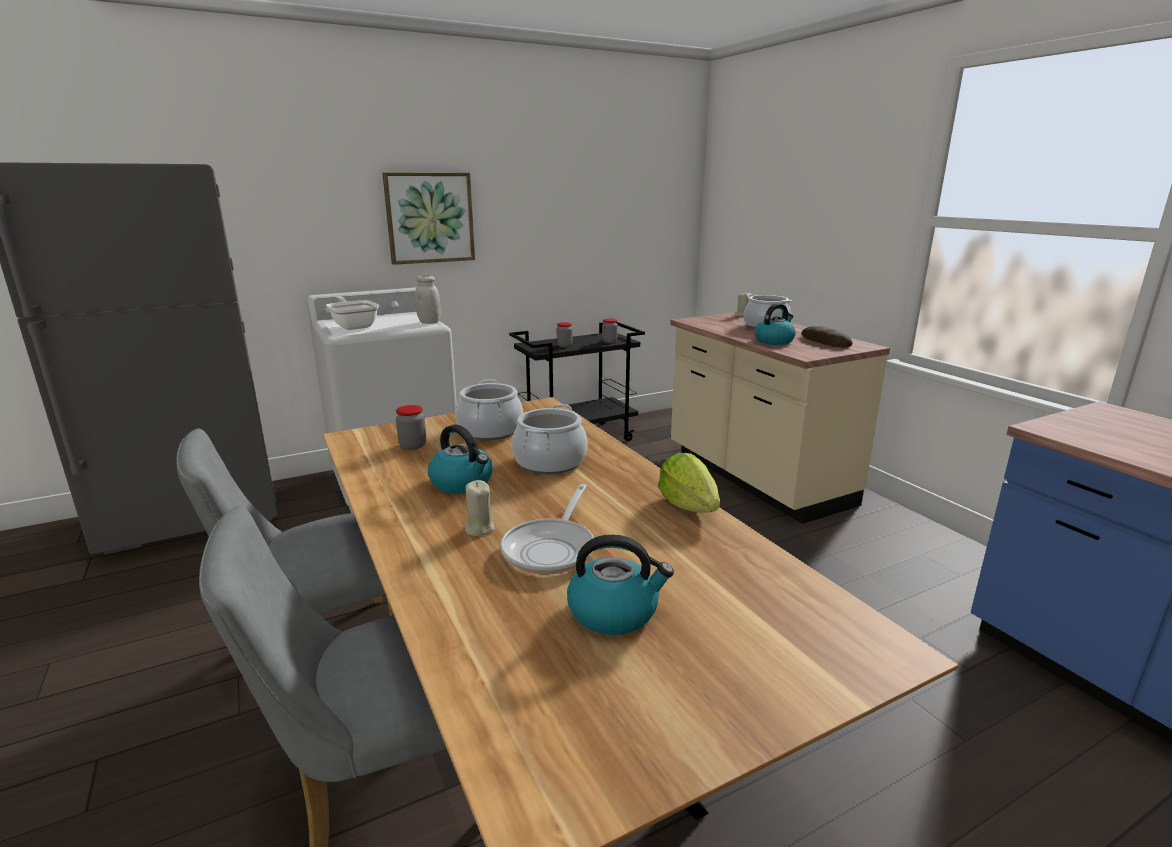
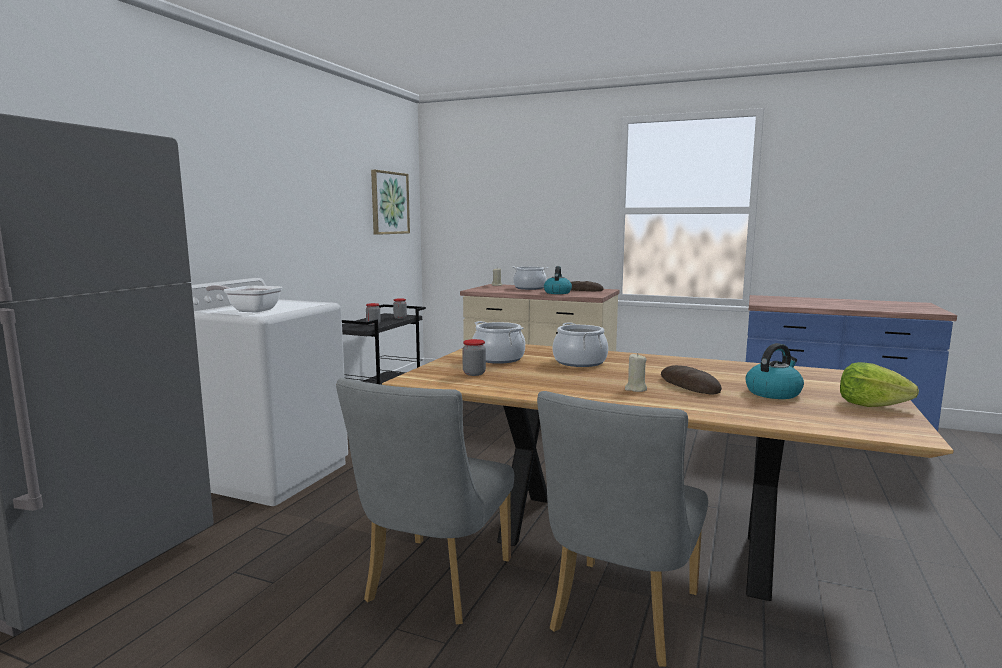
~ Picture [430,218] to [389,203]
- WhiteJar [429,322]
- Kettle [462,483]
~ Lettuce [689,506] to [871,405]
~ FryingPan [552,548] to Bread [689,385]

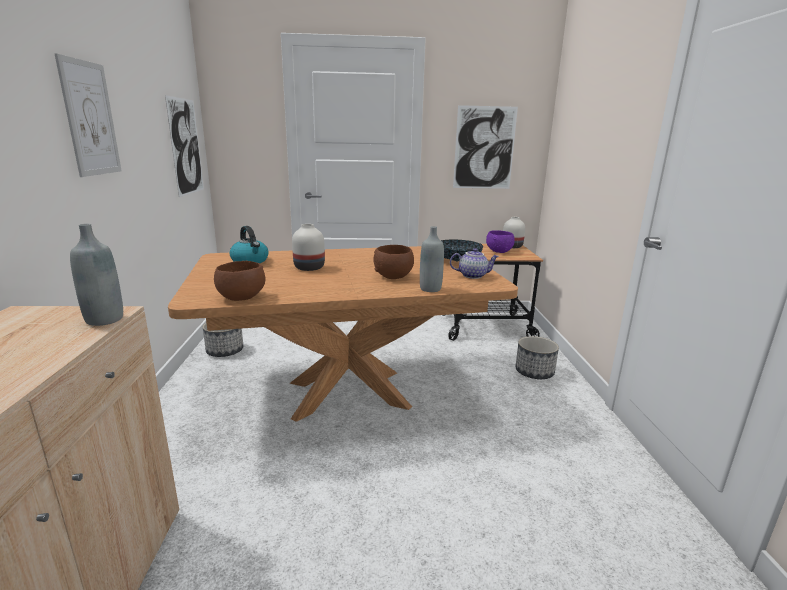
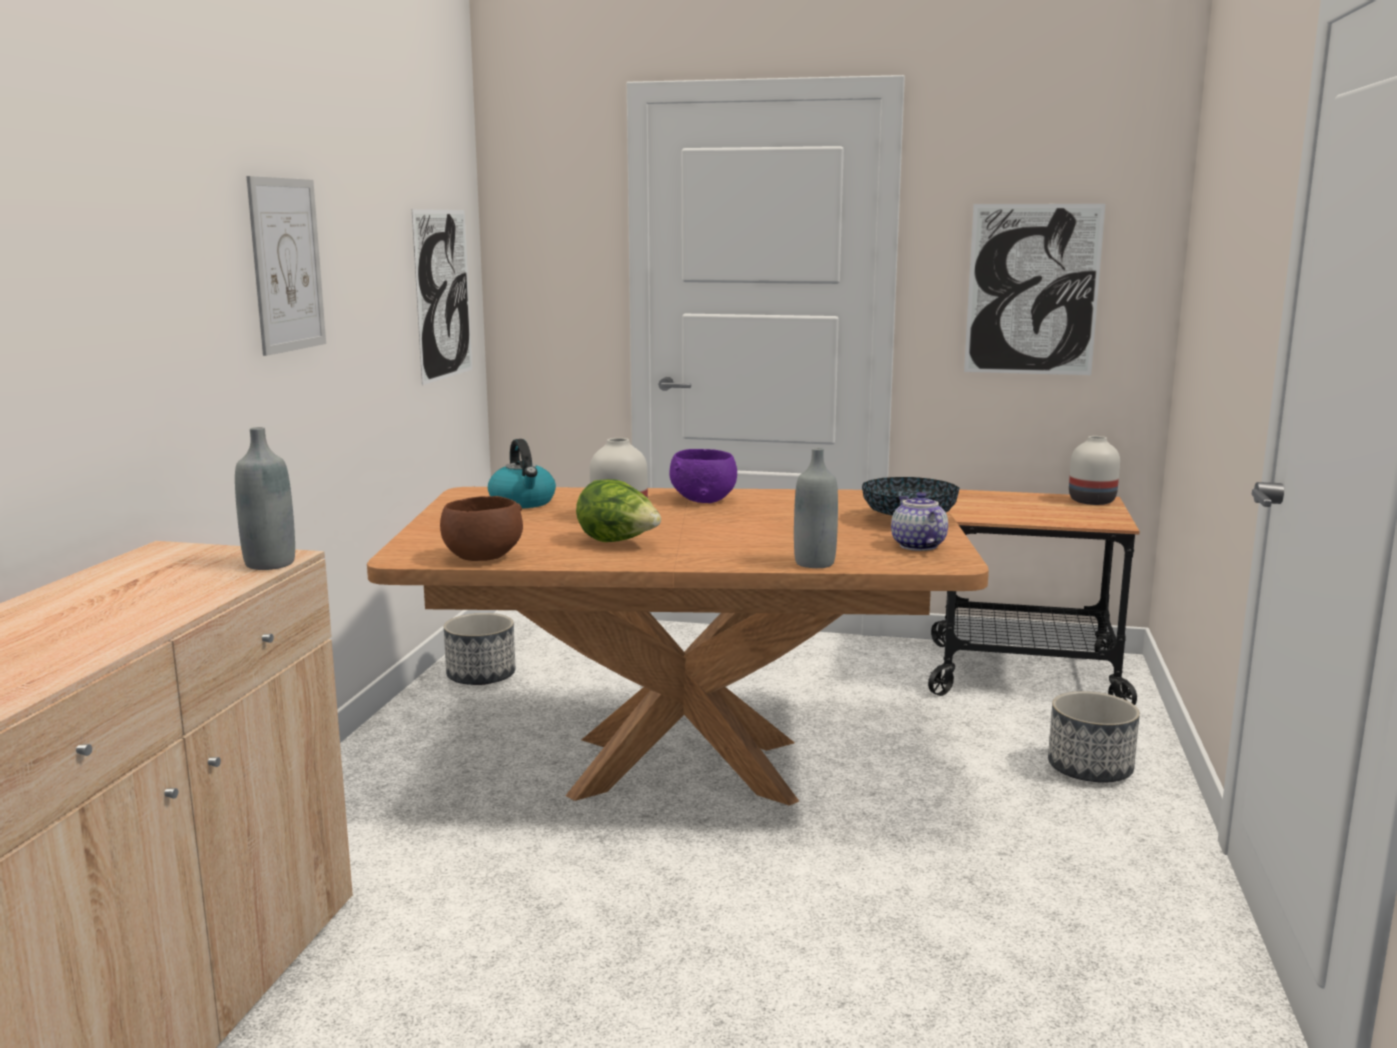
~ PurpleBowl [499,251] to [704,500]
- BrownBowl [394,276]
~ Teapot [473,275] = [916,546] 120 degrees counterclockwise
+ Lettuce [618,542]

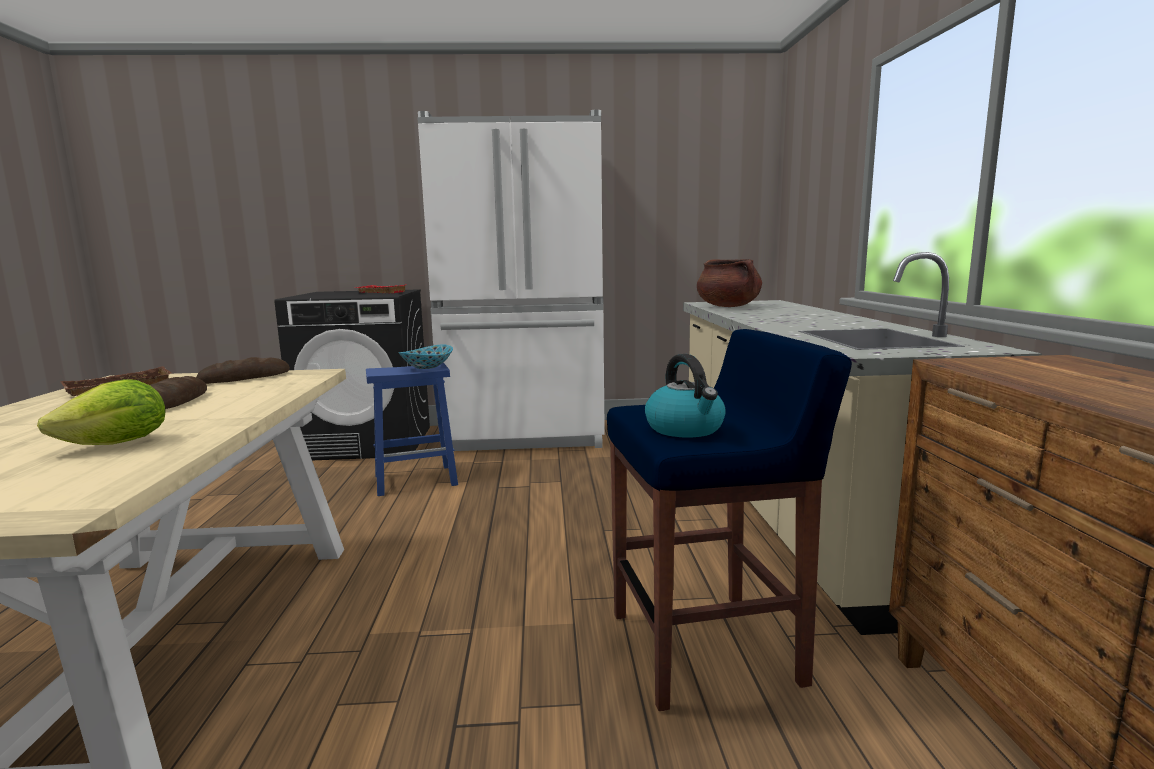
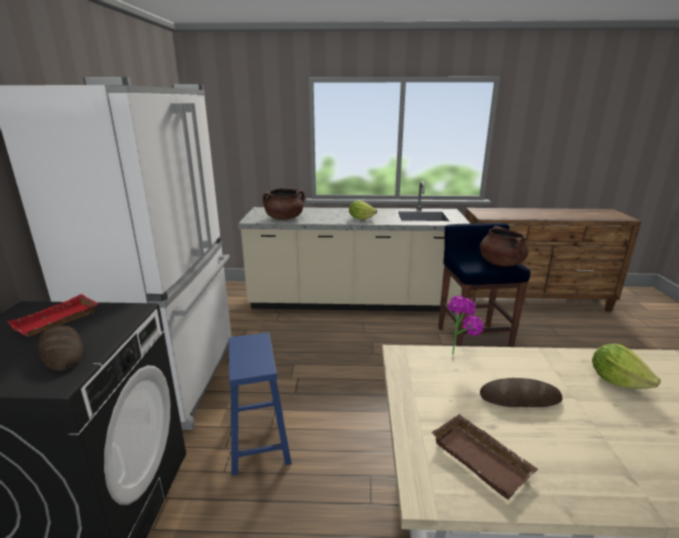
- Bowl [427,367]
~ Kettle [685,429] to BrownCookingPot [500,263]
~ Bread [245,377] to [62,351]
+ Lettuce [361,218]
+ PottedPlant [460,353]

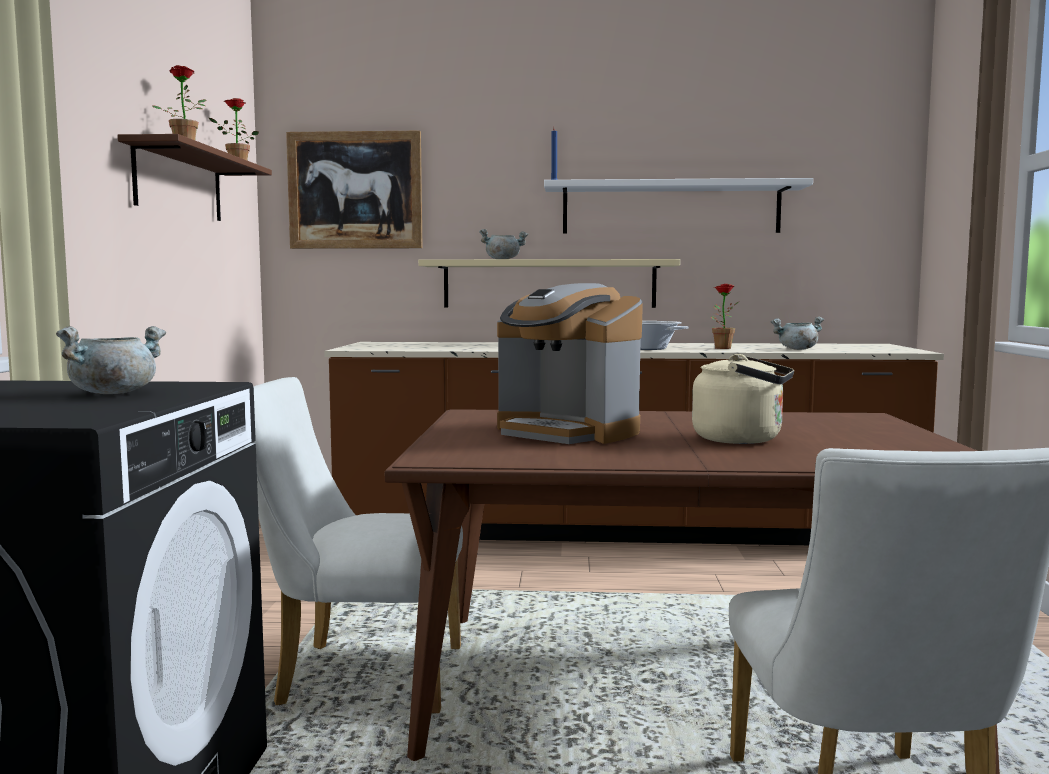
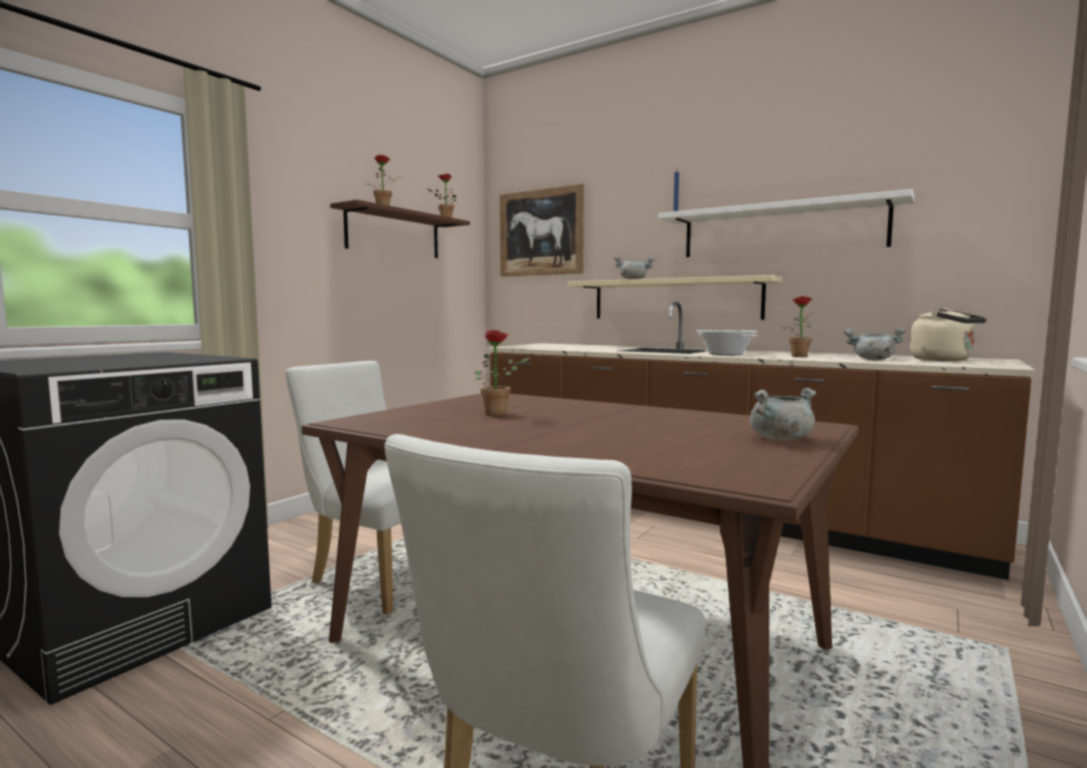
~ CoffeeMachine [567,432] to PottedPlant [500,413]
~ GreyCookingPot [114,393] to [780,438]
~ BeigeKettle [743,439] to [945,360]

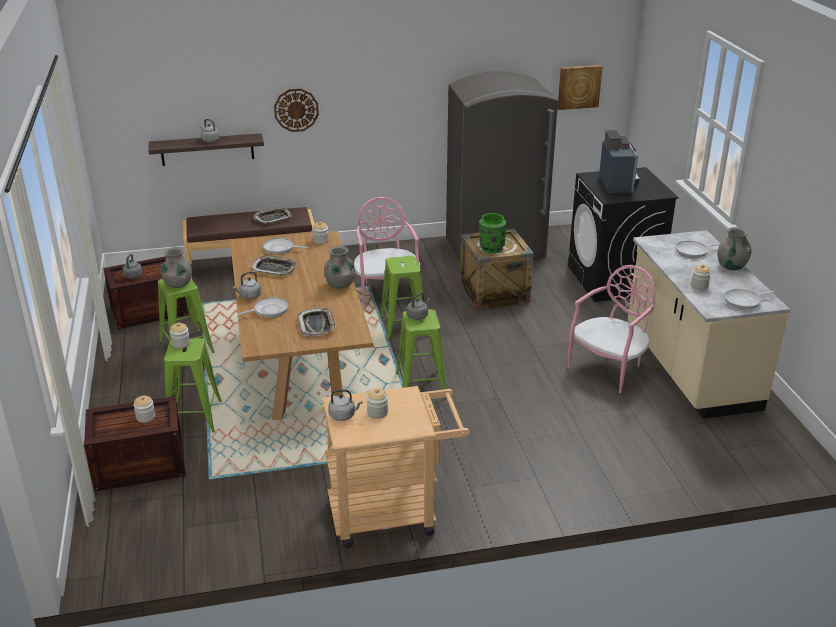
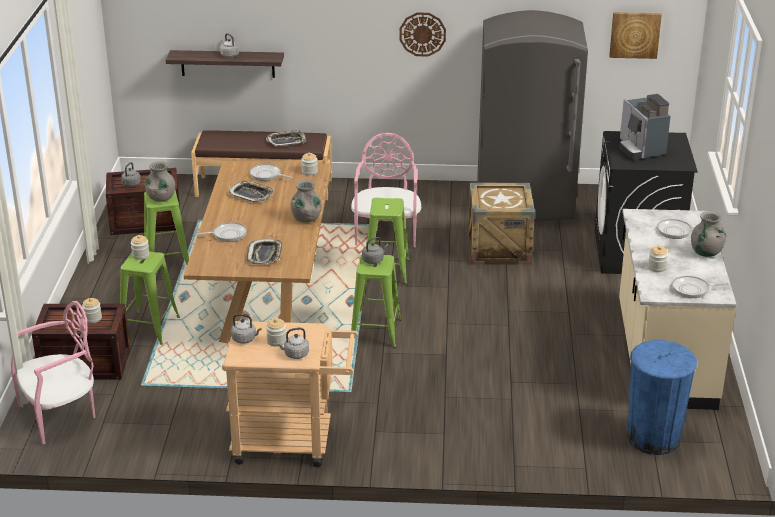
~ WallClock [296,110] to [422,34]
~ CoffeeMachine [618,184] = [640,149] 150 degrees clockwise
- GreenVase [491,248]
~ PinkChair [609,369] to [60,415]
~ GreyKettle [249,296] to [295,354]
+ BlueTrashCan [653,438]

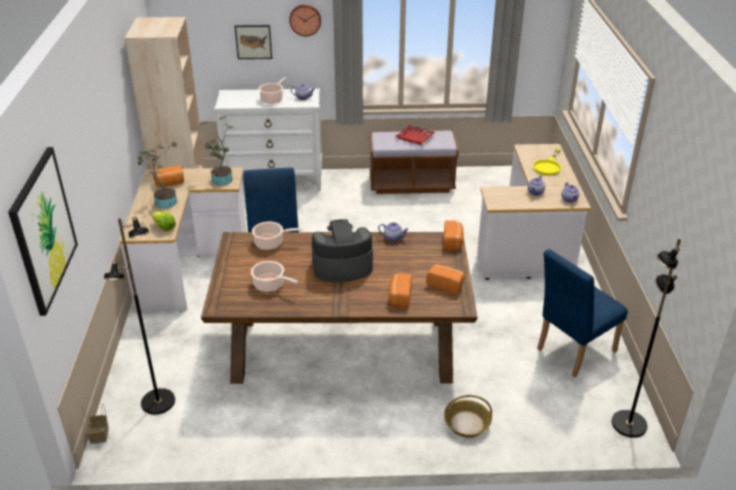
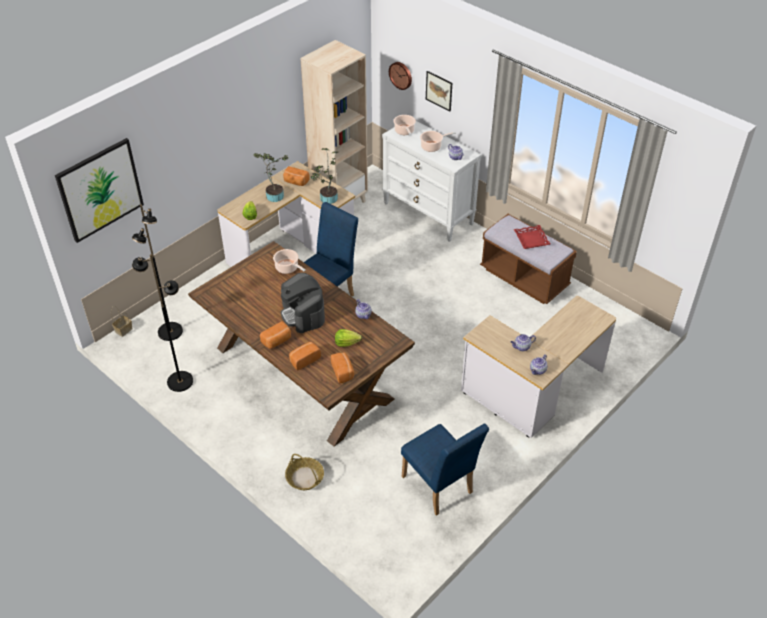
~ WallClock [305,19] to [401,75]
- YellowFryingPan [548,166]
~ CoffeeMachine [342,267] = [303,314] 150 degrees counterclockwise
~ Bread [453,242] to [277,341]
~ BlackFloorLamp [628,424] to [180,381]
~ BlueChair [571,352] = [440,488] 135 degrees counterclockwise
~ CookingPot [270,285] to [404,131]
+ Lettuce [346,343]

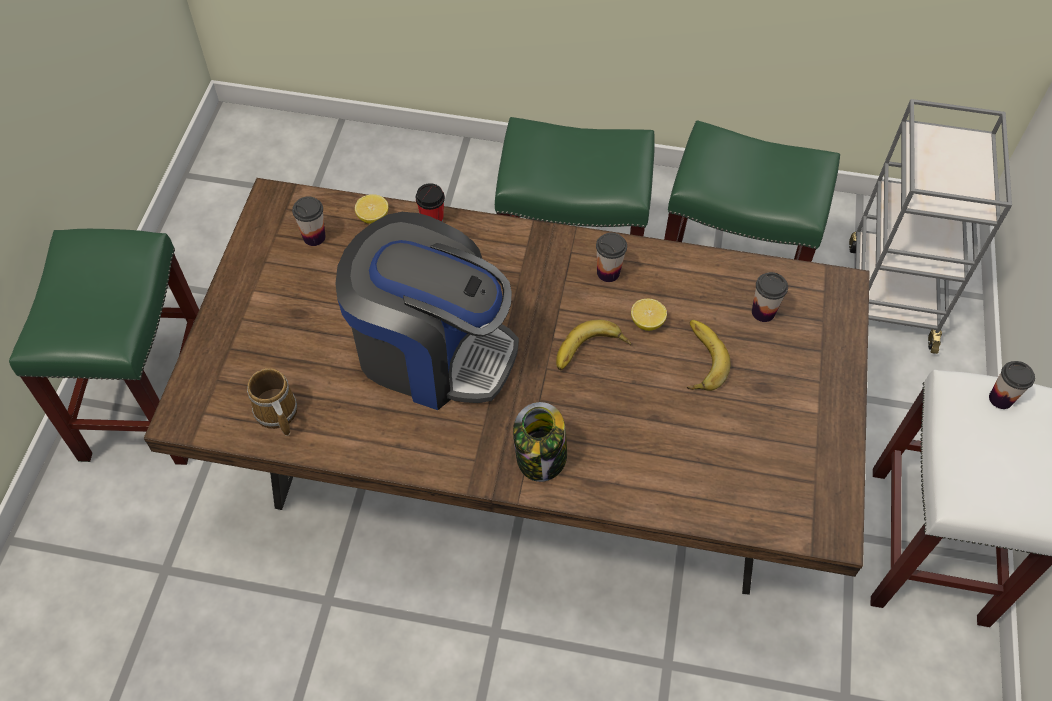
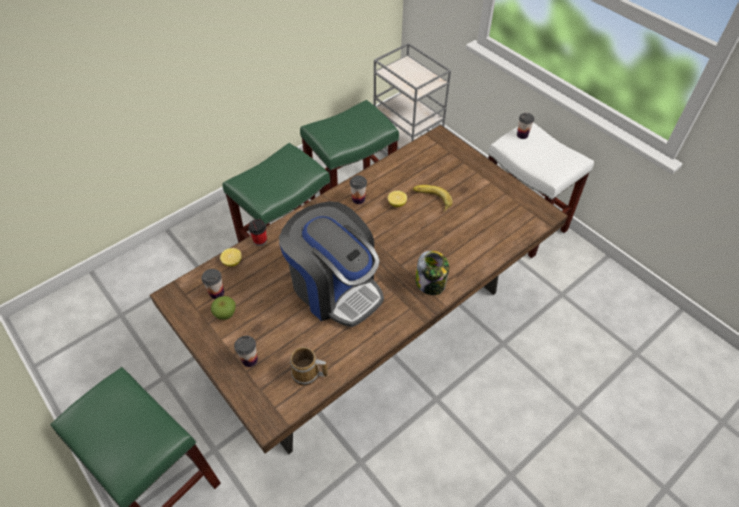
~ CoffeeMachine [432,351] = [335,287] 75 degrees clockwise
~ Cup [763,312] to [249,360]
- Banana [591,353]
+ Apple [225,314]

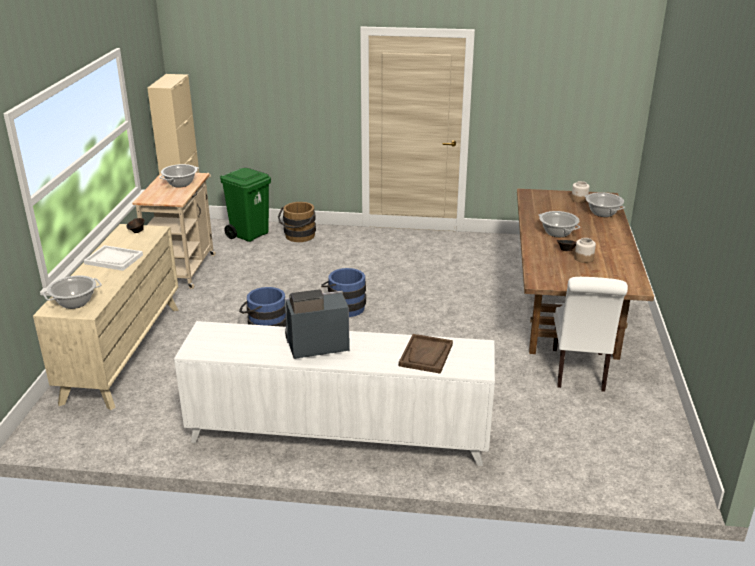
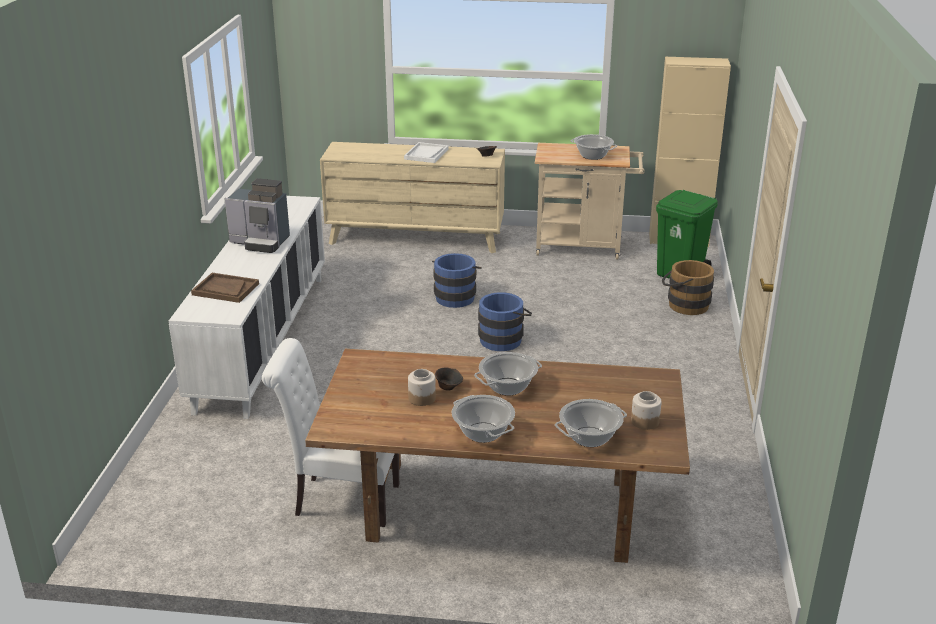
~ CookingPot [75,302] to [483,433]
~ CoffeeMachine [315,346] = [261,242] 120 degrees clockwise

